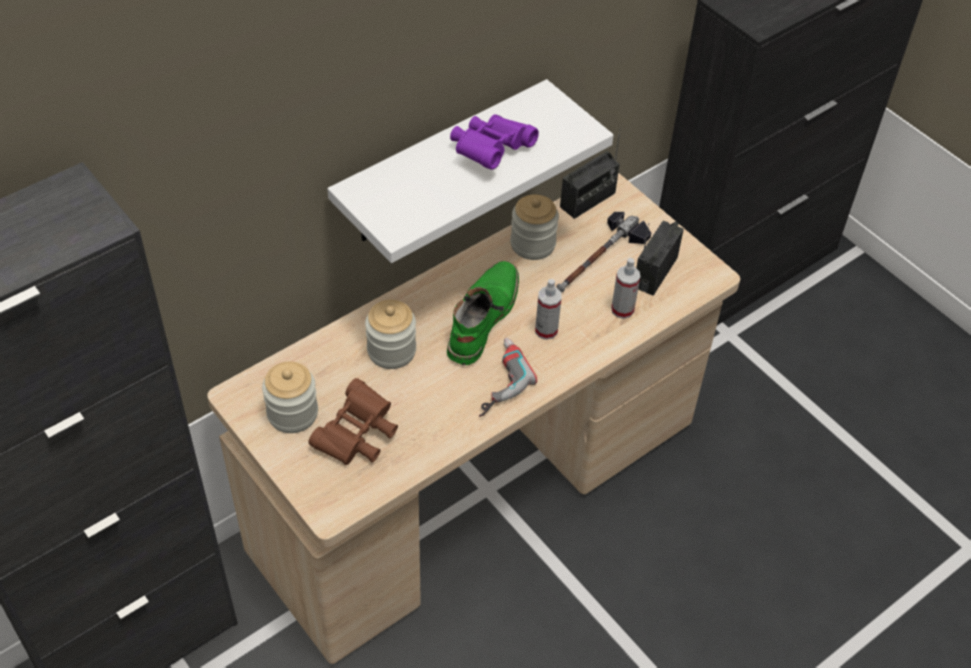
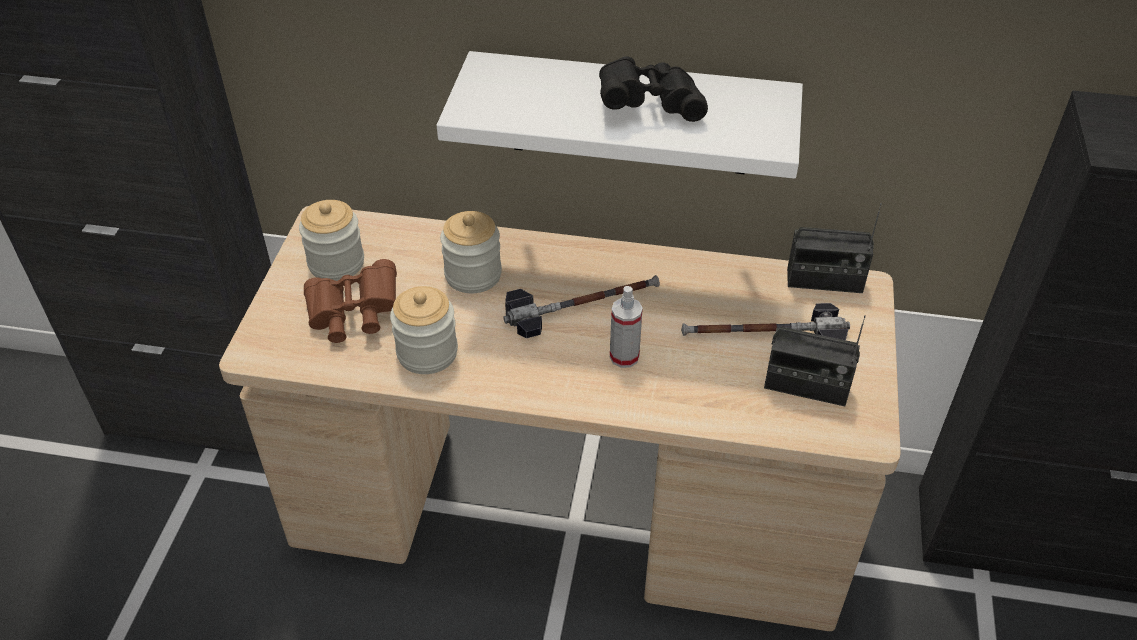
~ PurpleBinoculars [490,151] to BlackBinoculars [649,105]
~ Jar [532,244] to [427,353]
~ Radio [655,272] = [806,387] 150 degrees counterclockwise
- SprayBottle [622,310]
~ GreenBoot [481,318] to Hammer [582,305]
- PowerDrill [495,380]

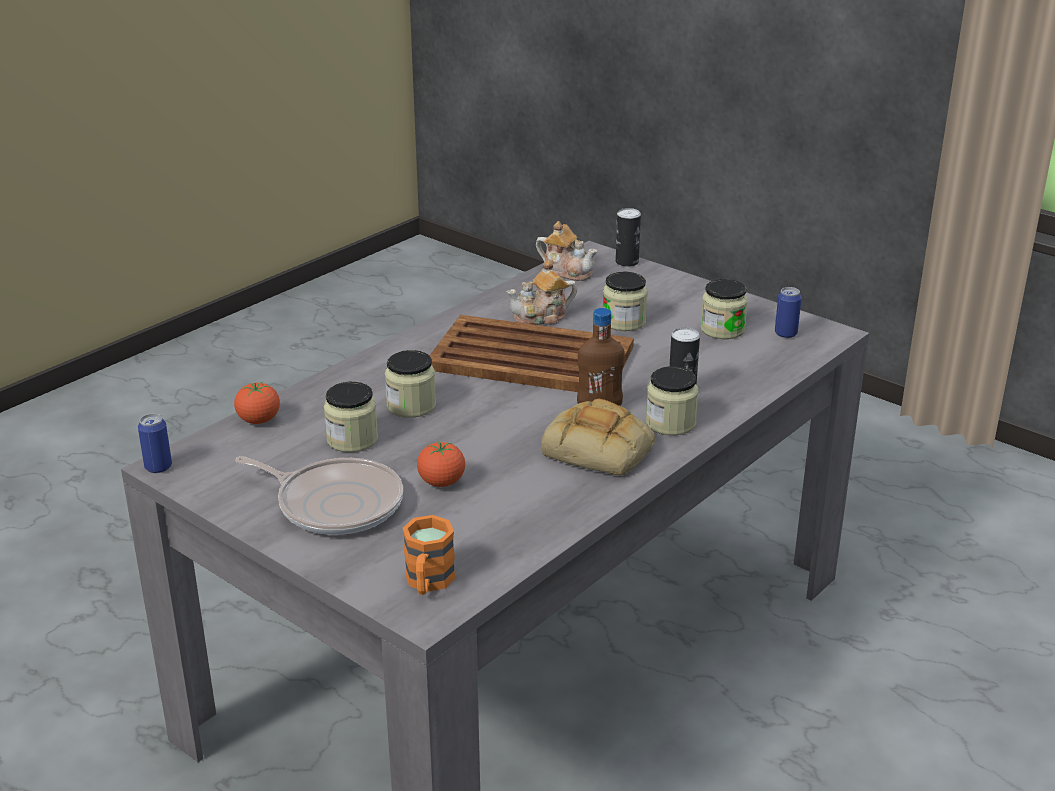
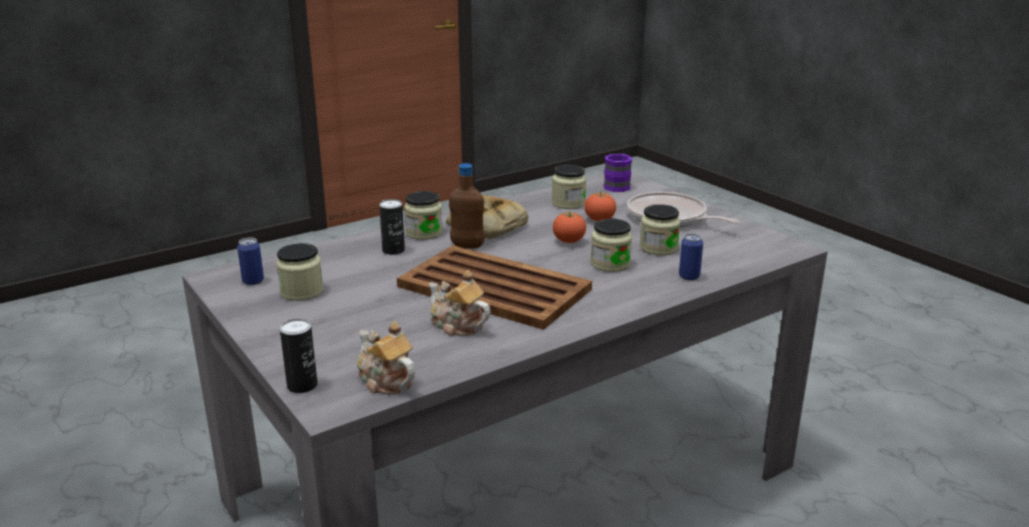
~ Teapot [542,317] = [457,325] 135 degrees counterclockwise
~ Jar [624,322] to [568,203]
~ Tomato [259,420] to [569,241]
~ Can [158,467] to [689,277]
~ OrangeMug [428,583] to PurpleMug [618,185]

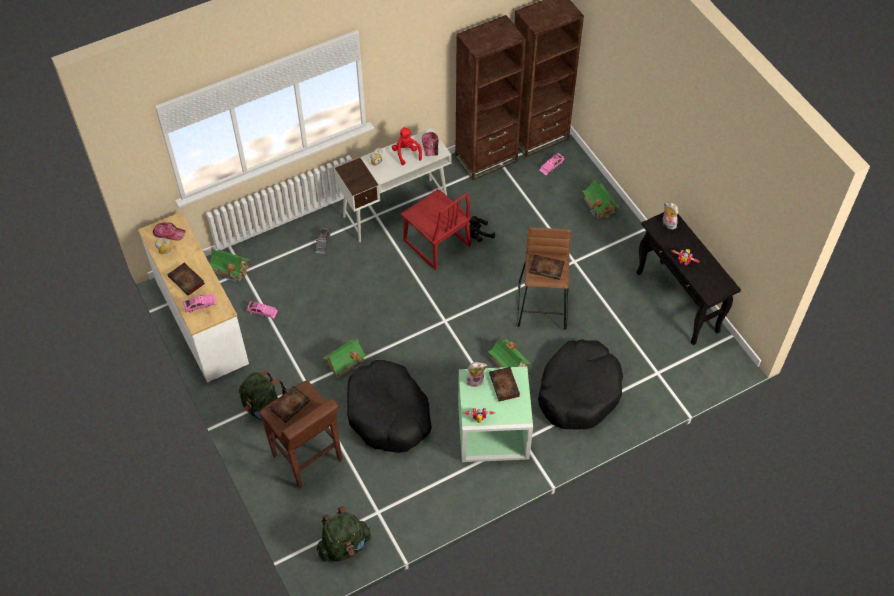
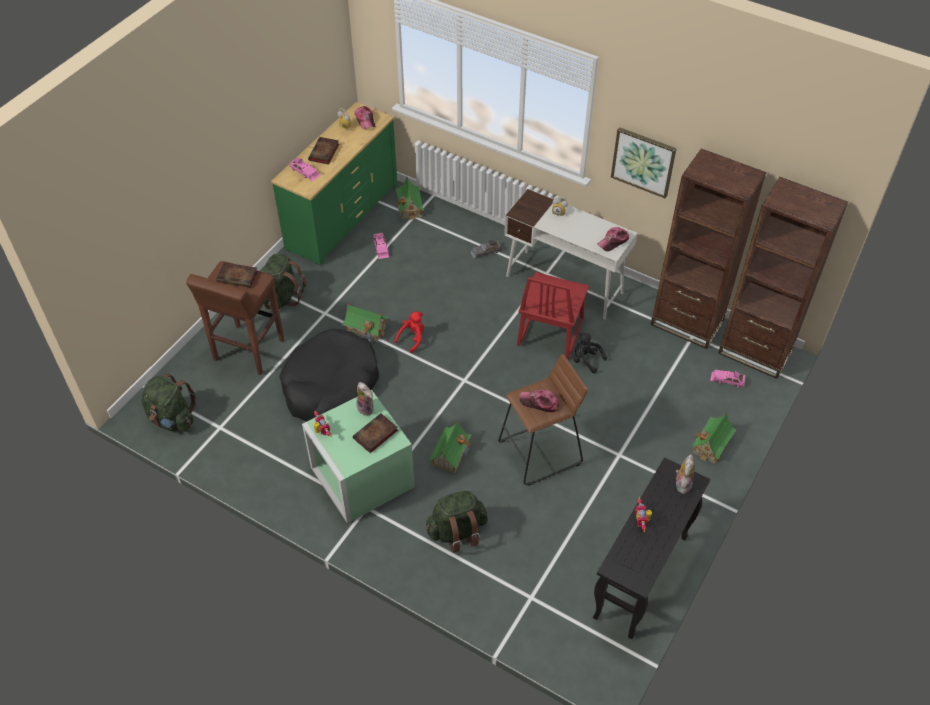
~ RedPlushToy [406,153] to [412,338]
~ WhiteDresser [201,322] to GreenDresser [342,216]
~ Book [547,268] to Cap [539,403]
~ BlackDogBed [579,391] to GreenBackpack [457,531]
+ Picture [643,161]

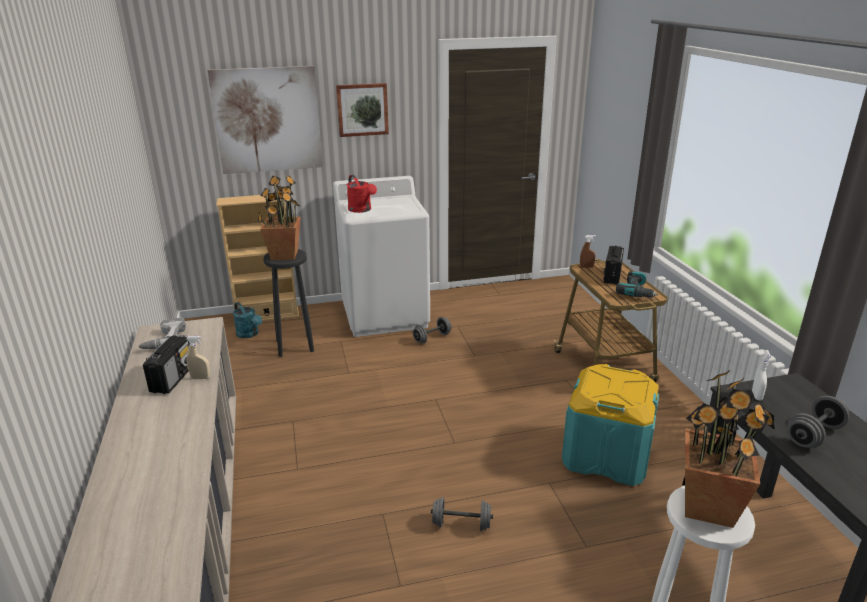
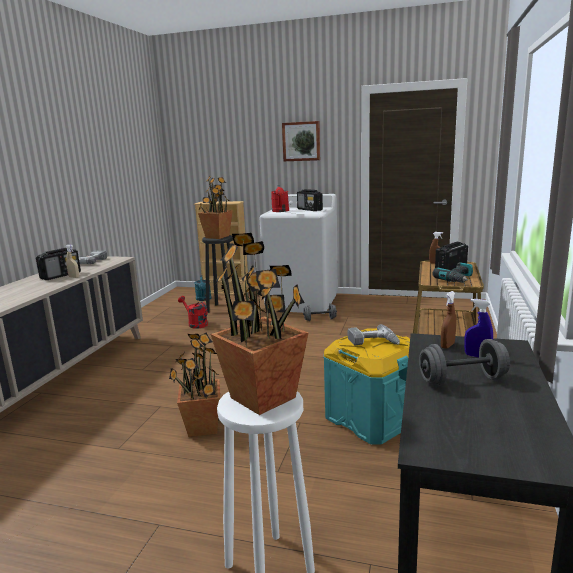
- Picture [267,120]
~ WhiteSprayBottle [756,396] to BrownSprayBottle [447,345]
~ GreyDumbbell [461,524] to PottedPlant [202,427]
+ Radio [310,210]
+ RedWateringCan [195,324]
+ BlueSprayBottle [477,356]
+ PowerDrill [373,342]

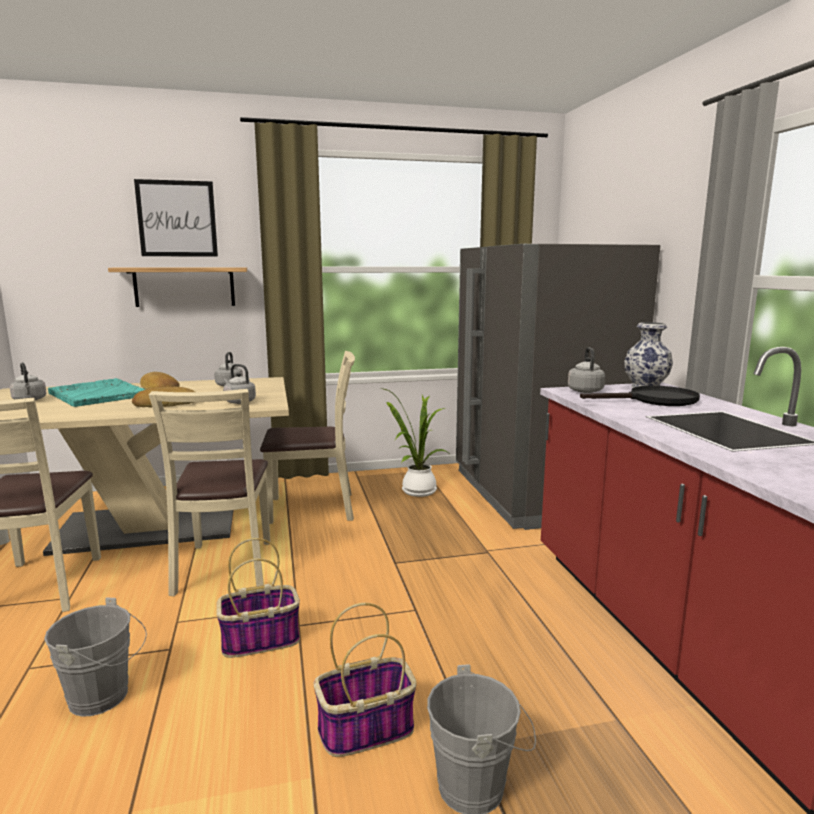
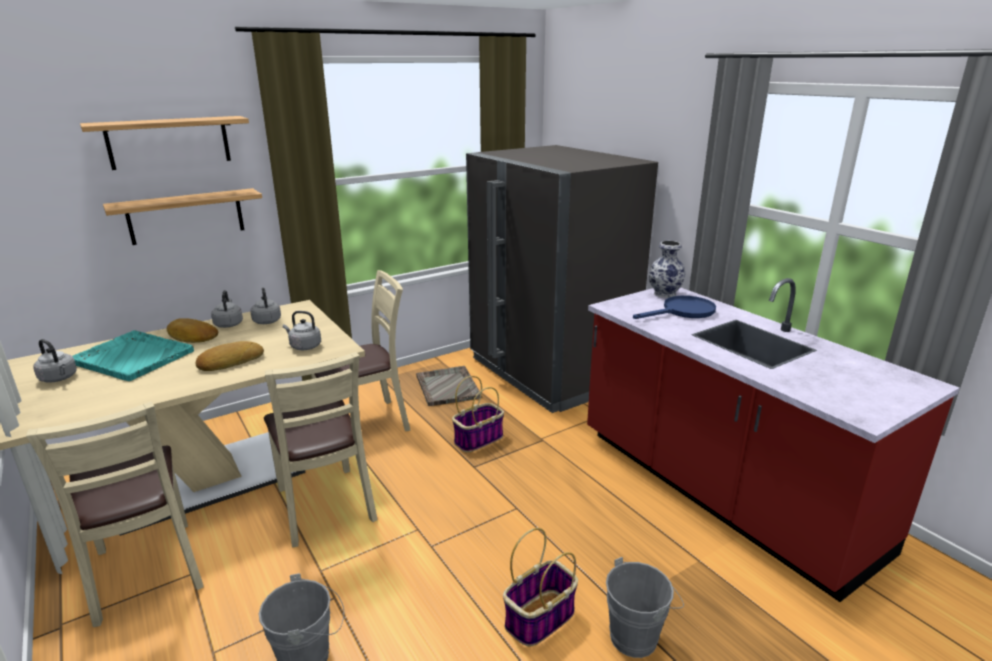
~ Picture [177,219] to Shelf [169,142]
~ GreyKettle [584,390] to [229,324]
~ BlackFryingPan [654,400] to BlueFryingPan [682,312]
~ PottedPlant [416,491] to GreyTray [447,387]
~ Basket [261,640] to [479,439]

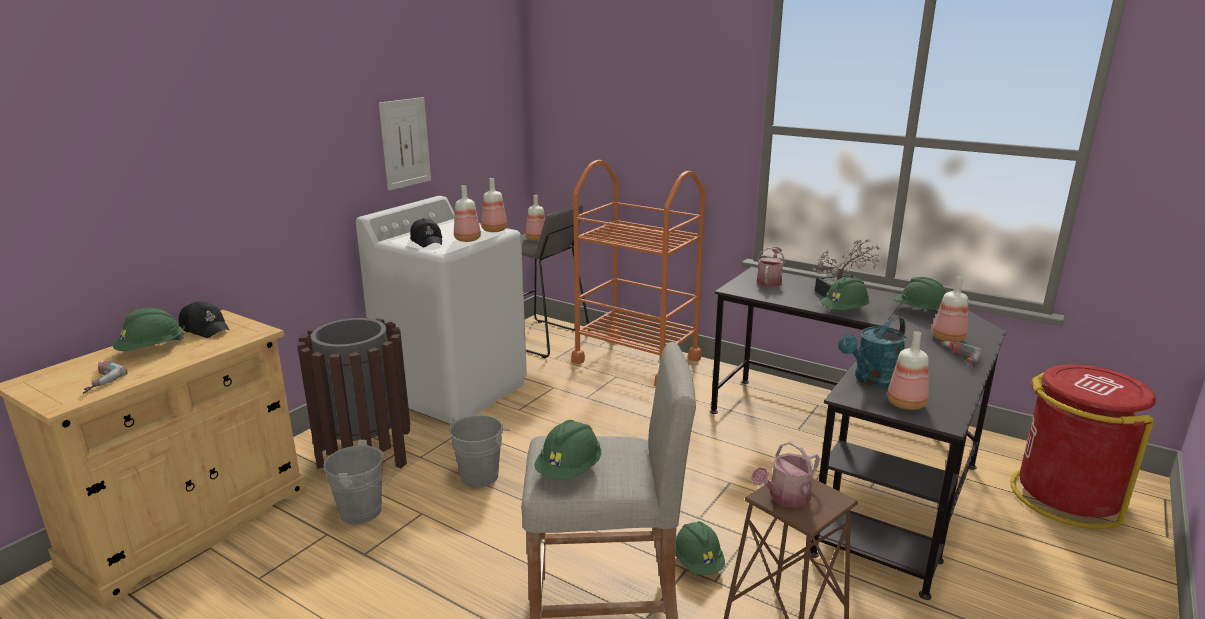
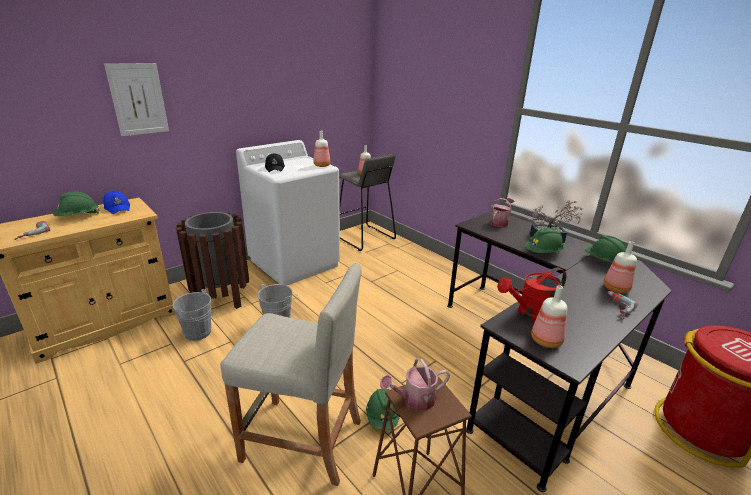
~ Picture [405,143] to [138,99]
- OrangeCart [636,360]
- Bottle [468,239]
~ BlackCap [205,328] to BlueCap [118,207]
~ TurquoiseWateringCan [872,380] to RedWateringCan [530,314]
- GreenHardHat [569,470]

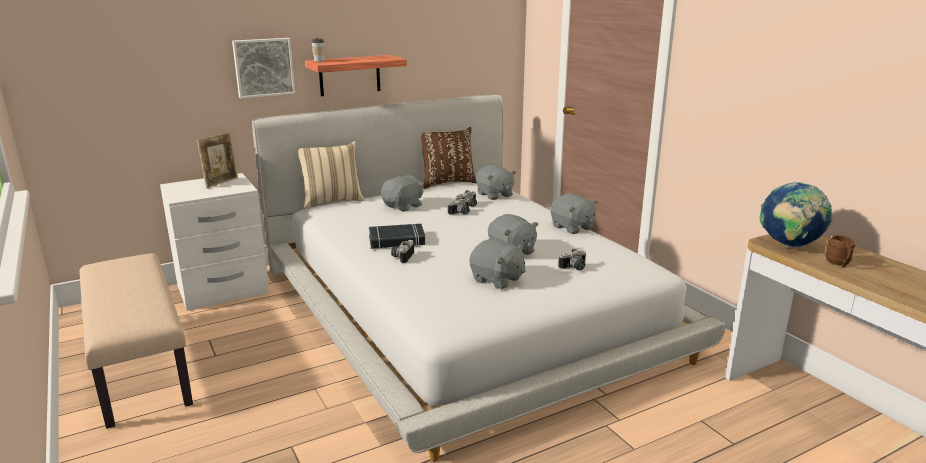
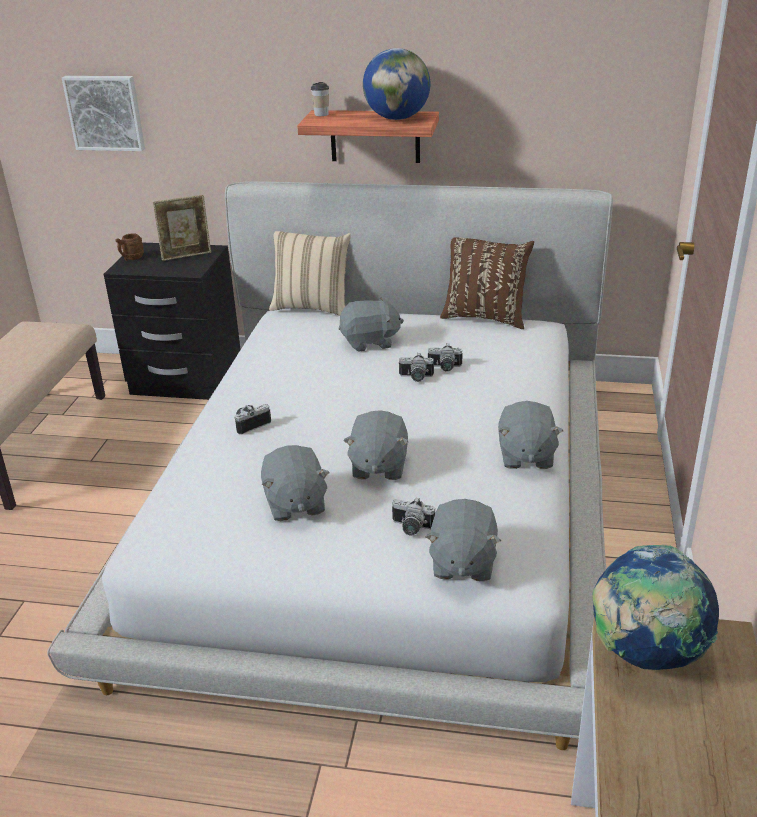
~ Picture [263,67] to [105,112]
~ GreyPlushToy [494,195] to [462,562]
~ WhiteNightstand [223,290] to BlackNightstand [186,380]
- BlackBook [396,241]
~ BrownMug [839,264] to [131,258]
+ Globe [397,118]

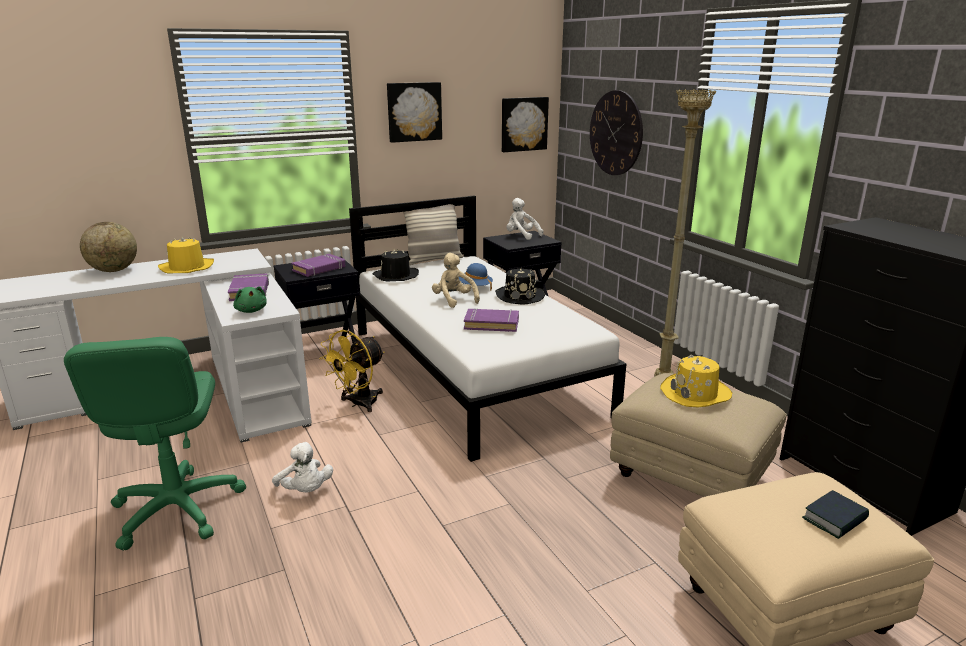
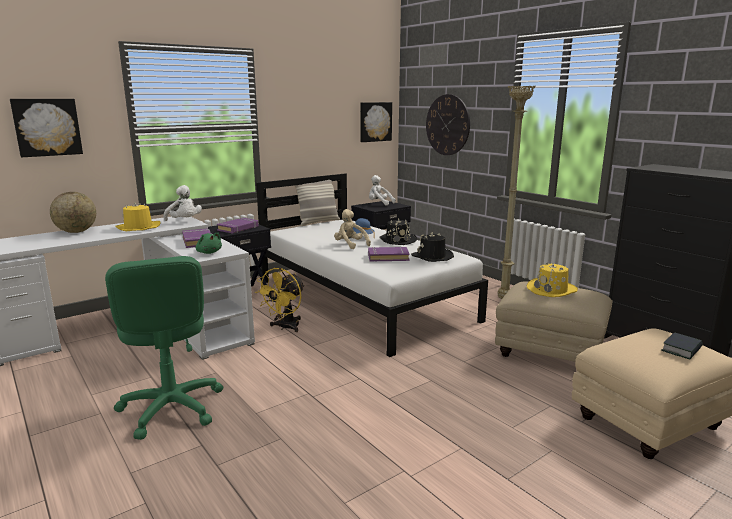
~ Picture [414,112] to [47,127]
~ BlackHat [395,276] to [432,257]
~ WhitePlushToy [305,491] to [184,221]

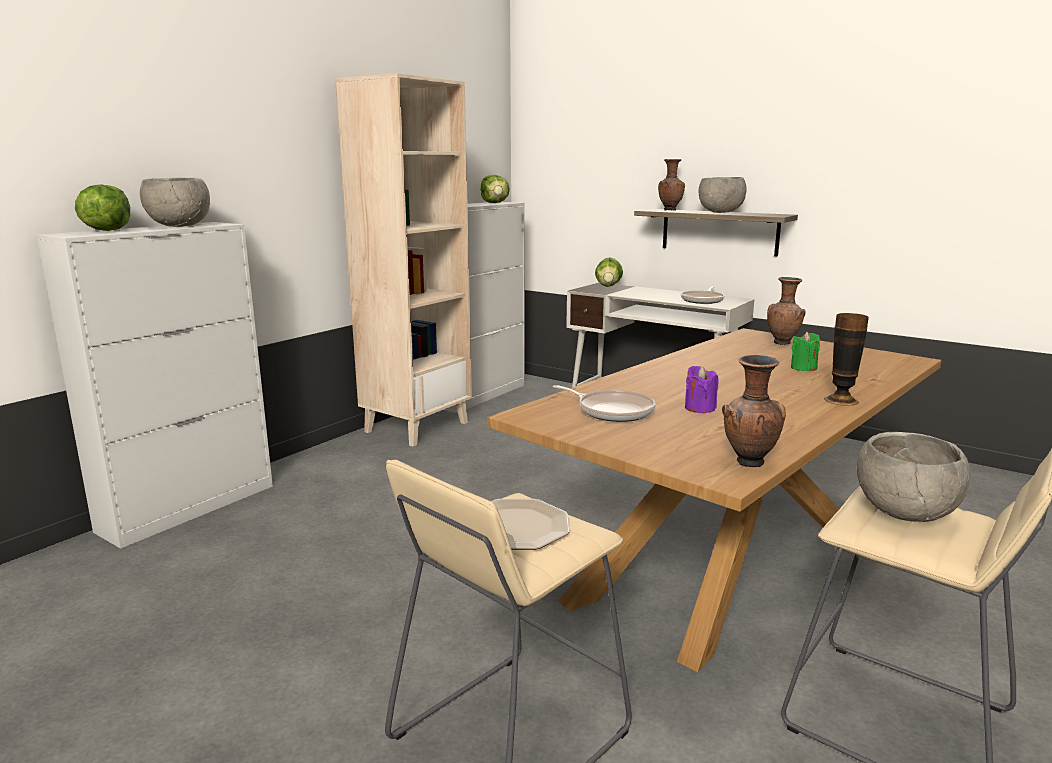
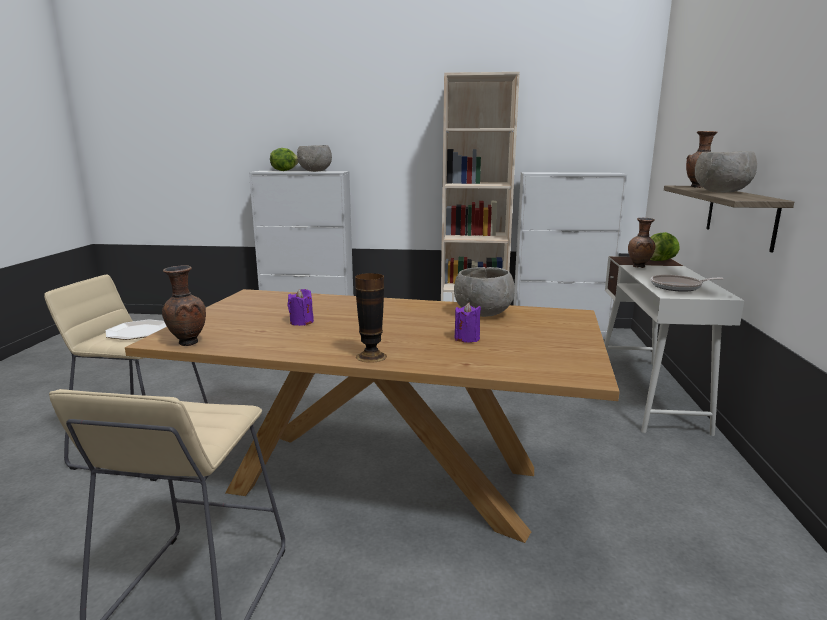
- Lettuce [495,203]
~ BrownVase [783,343] to [639,267]
~ GreenCandle [803,368] to PurpleCandle [467,338]
- FryingPan [612,411]
~ GreyBowl [903,513] to [483,314]

